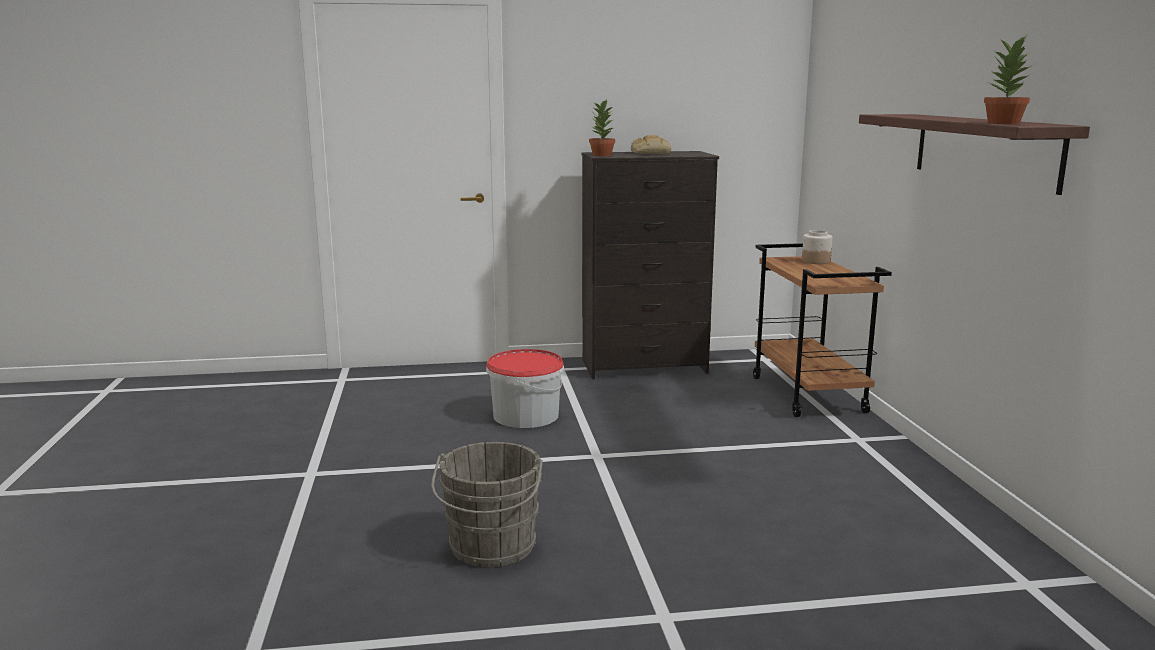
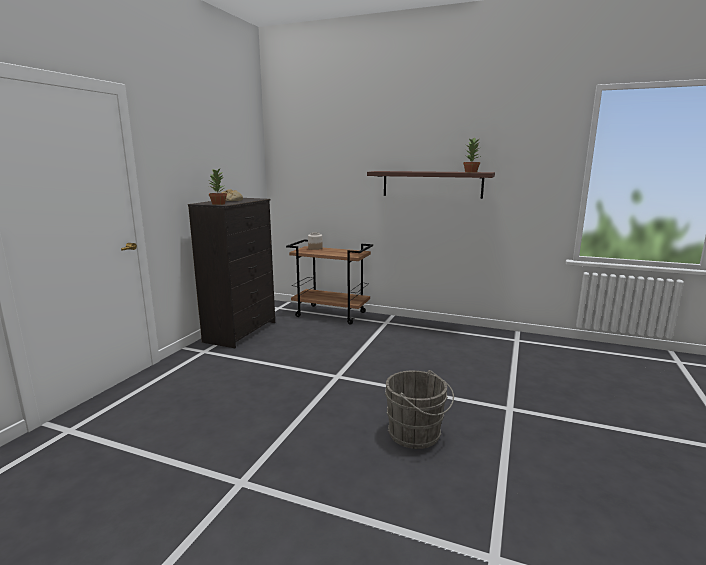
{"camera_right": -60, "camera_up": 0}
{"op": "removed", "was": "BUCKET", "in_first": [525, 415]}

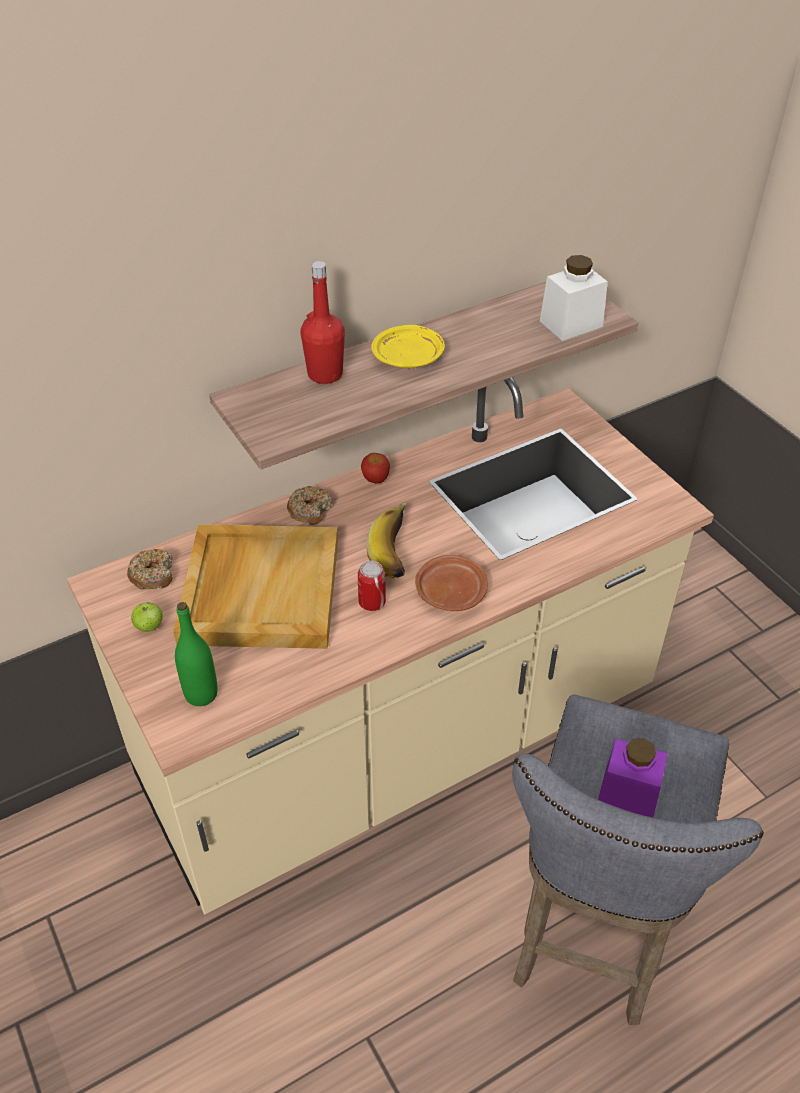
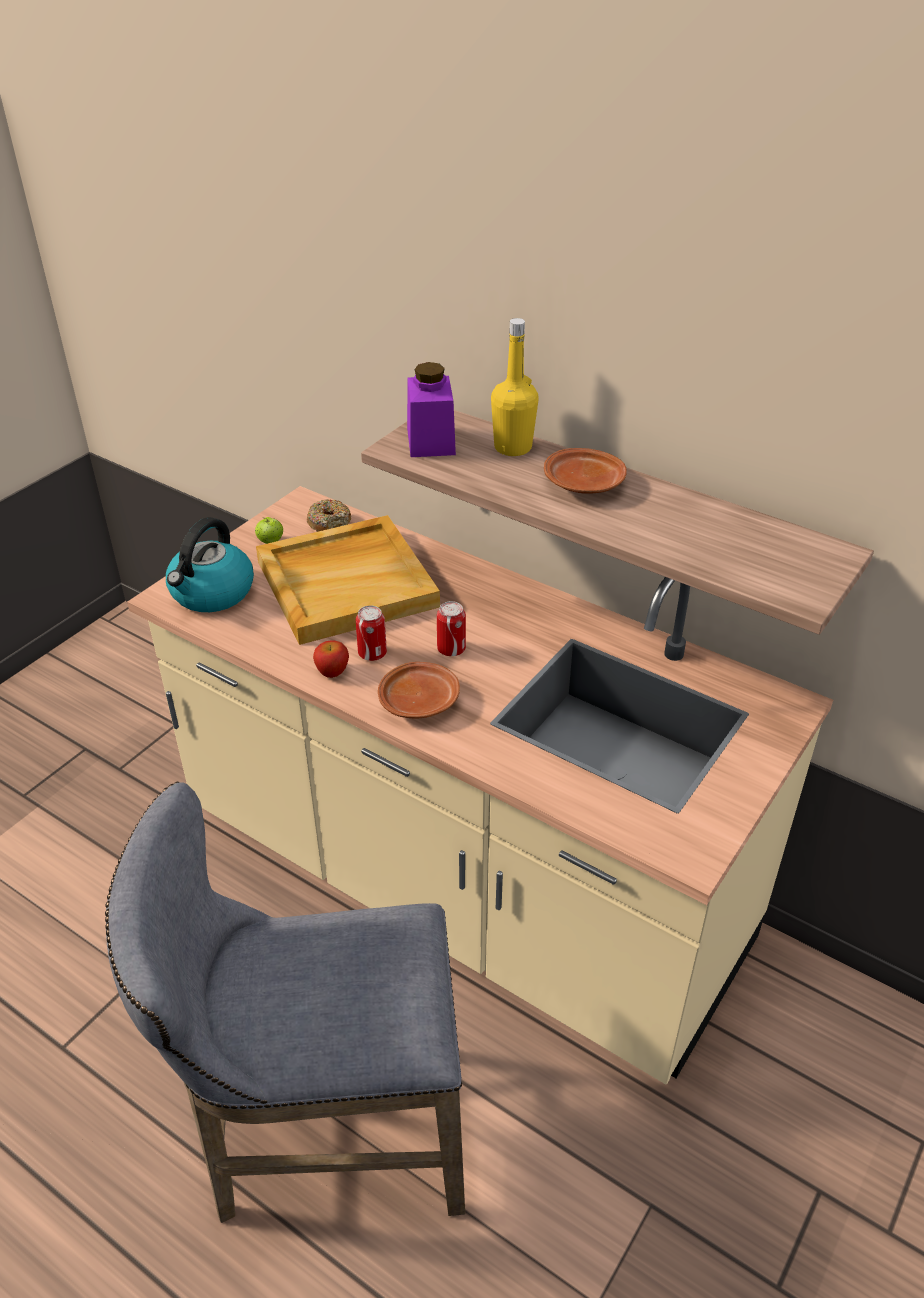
{"camera_right": 65, "camera_up": -5}
{"op": "replaced", "was": "GREEN BOTTLE", "now": "KETTLE", "in_first": [201, 694], "in_second": [212, 593]}
{"op": "moved", "was": "APPLE", "in_first": [375, 478], "in_second": [332, 671]}
{"op": "moved", "was": "PURPLE JAR", "in_first": [628, 794], "in_second": [431, 441]}
{"op": "replaced", "was": "BANANA", "now": "CAN", "in_first": [398, 552], "in_second": [451, 649]}
{"op": "recoloured", "was": "RED BOTTLE", "now": "YELLOW BOTTLE", "in_first": [325, 374], "in_second": [513, 447]}
{"op": "recoloured", "was": "YELLOW PLATE", "now": "BROWN PLATE", "in_first": [408, 357], "in_second": [584, 484]}
{"op": "removed", "was": "DONUT", "in_first": [310, 510]}
{"op": "removed", "was": "WHITE JAR", "in_first": [571, 324]}

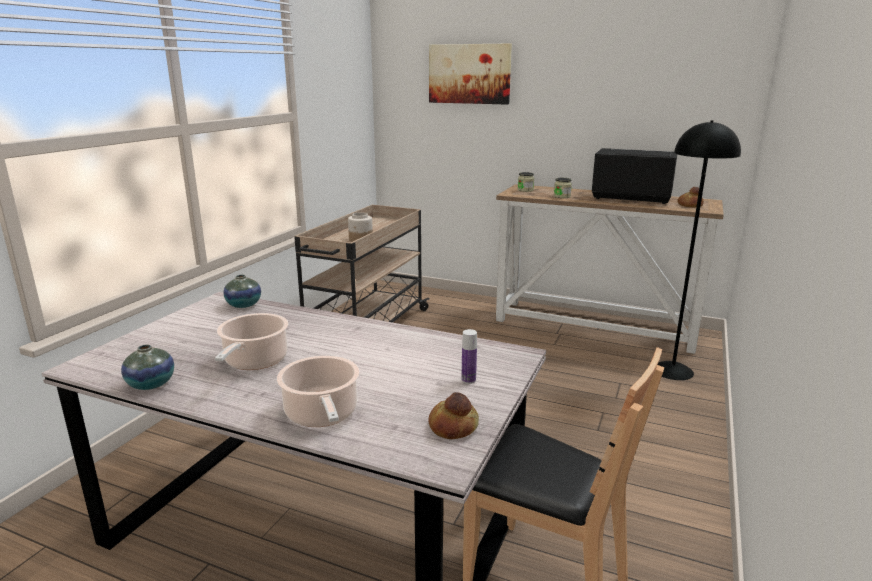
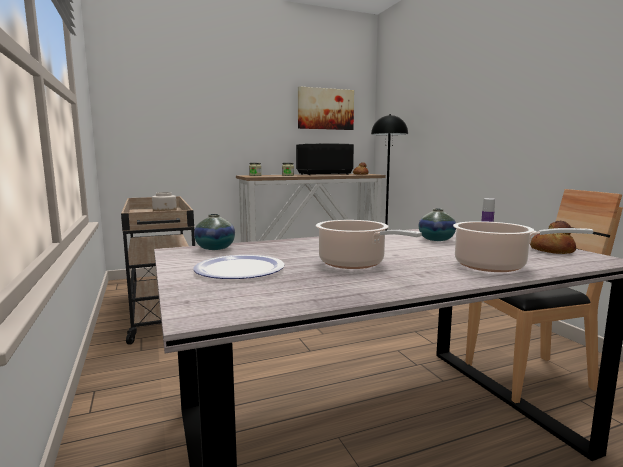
{"camera_right": -45, "camera_up": -10}
{"op": "added", "now": "PLATE", "in_second": [240, 269]}
{"op": "moved", "was": "PICTURE", "in_first": [469, 74], "in_second": [325, 109]}
{"op": "moved", "was": "VASE", "in_first": [151, 384], "in_second": [436, 239]}

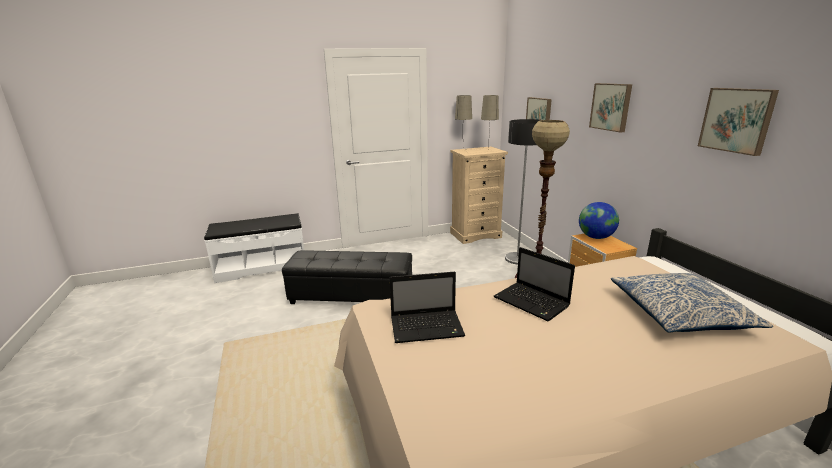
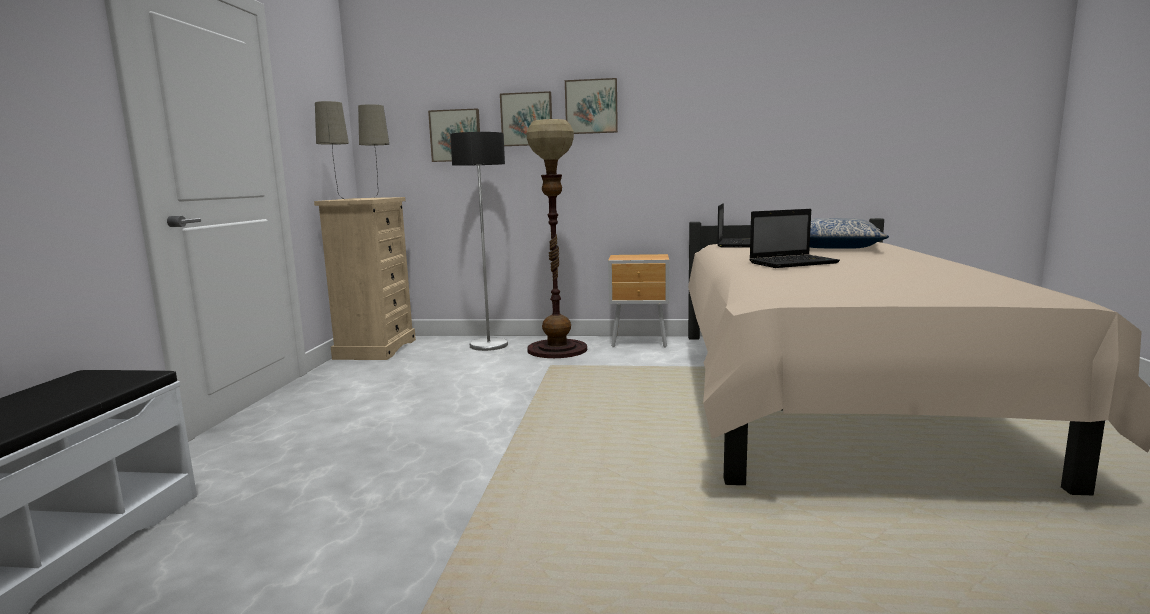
{"camera_right": -65, "camera_up": -10}
{"op": "moved", "was": "PICTURE", "in_first": [737, 120], "in_second": [527, 119]}
{"op": "moved", "was": "LAPTOP", "in_first": [428, 327], "in_second": [737, 244]}
{"op": "removed", "was": "BLACK OTTOMAN", "in_first": [352, 295]}
{"op": "removed", "was": "GLOBE", "in_first": [596, 237]}

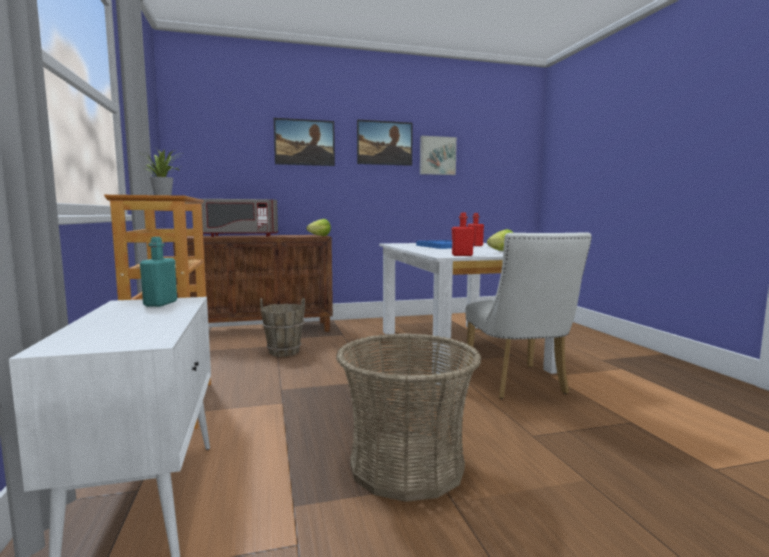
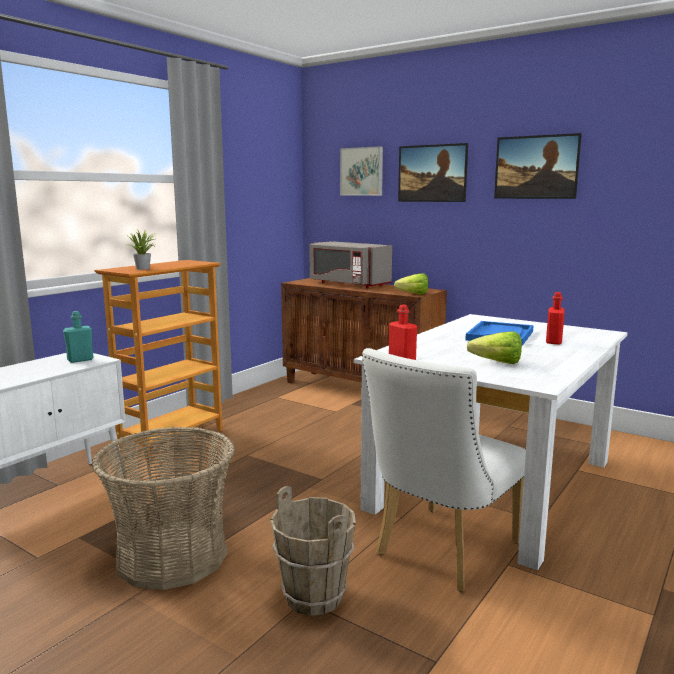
{"camera_right": 50, "camera_up": 5}
{"op": "moved", "was": "BROWN BUCKET", "in_first": [284, 352], "in_second": [314, 596]}
{"op": "moved", "was": "PICTURE", "in_first": [437, 156], "in_second": [362, 171]}

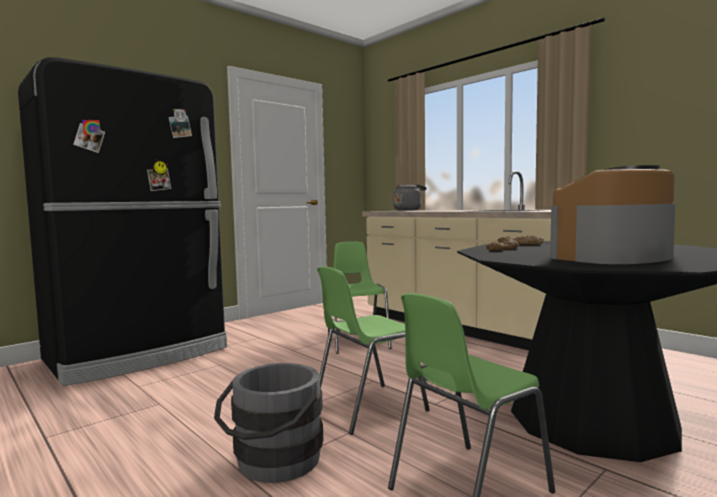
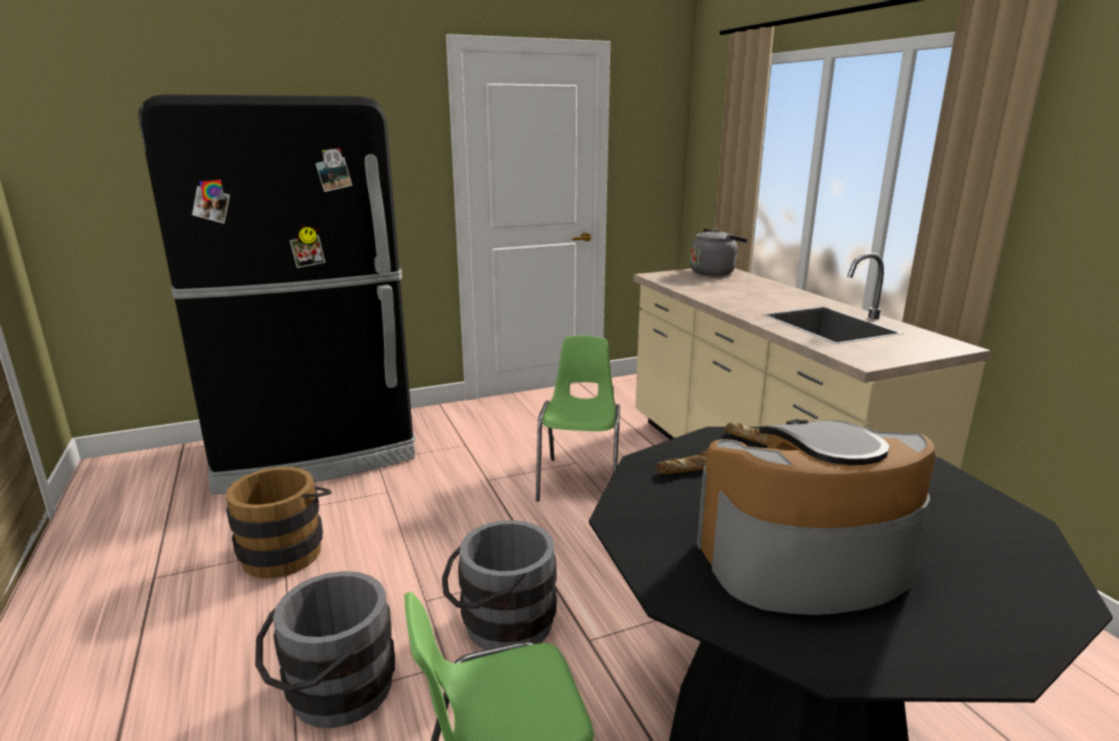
{"camera_right": 20, "camera_up": 15}
{"op": "added", "now": "BROWN BUCKET", "in_second": [286, 549]}
{"op": "replaced", "was": "GREEN CHAIR", "now": "GREY BUCKET", "in_first": [368, 408], "in_second": [500, 624]}

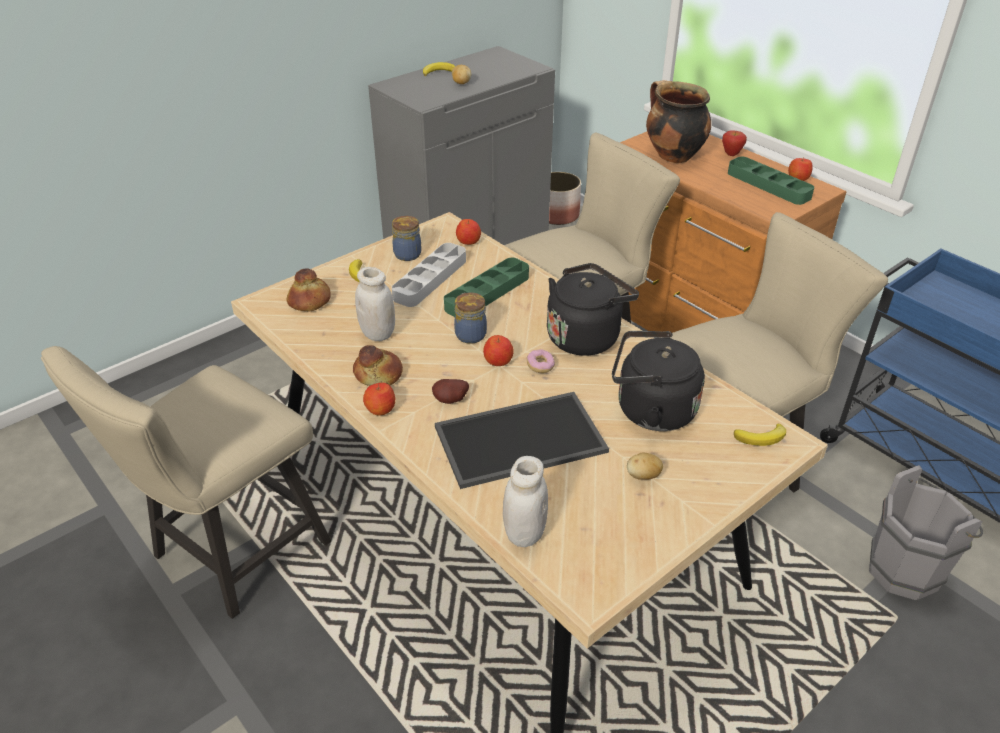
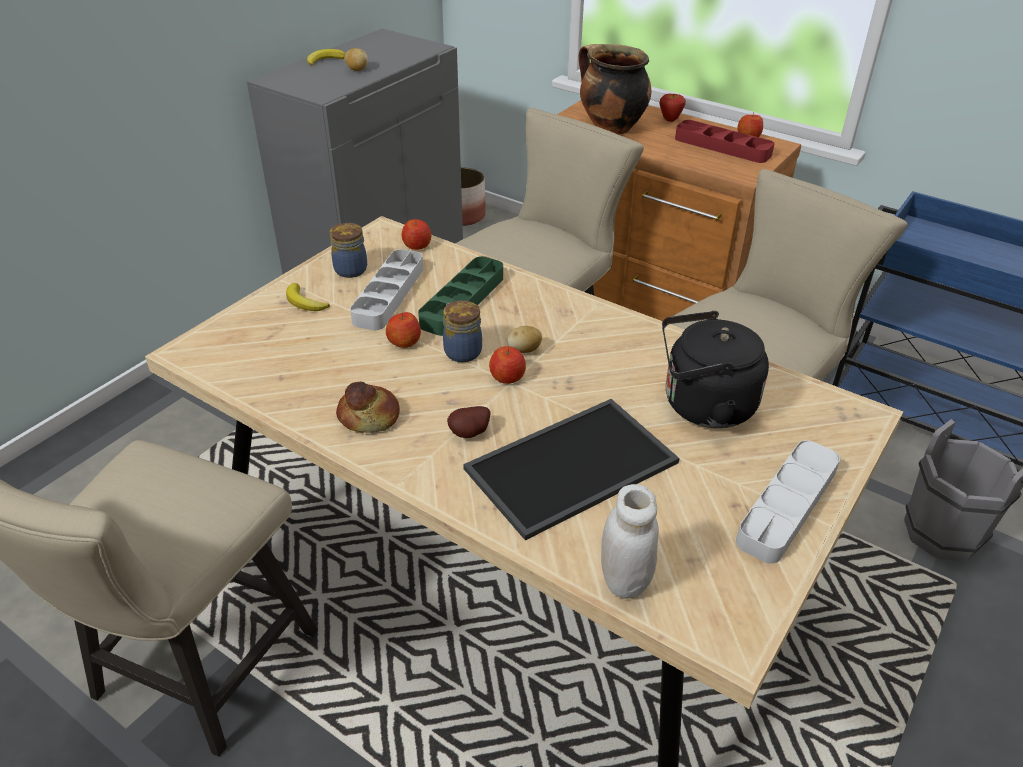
{"camera_right": -15, "camera_up": 0}
{"op": "moved", "was": "APPLE", "in_first": [380, 409], "in_second": [404, 342]}
{"op": "moved", "was": "POTATO", "in_first": [643, 476], "in_second": [524, 350]}
{"op": "recoloured", "was": "GREEN TRAY", "now": "RED TRAY", "in_first": [768, 185], "in_second": [722, 146]}
{"op": "added", "now": "GREY TRAY", "in_second": [787, 505]}
{"op": "removed", "was": "BREAD", "in_first": [310, 301]}
{"op": "removed", "was": "WHITE JAR", "in_first": [378, 333]}
{"op": "removed", "was": "DONUT", "in_first": [540, 366]}
{"op": "removed", "was": "BLACK KETTLE", "in_first": [585, 336]}
{"op": "removed", "was": "BANANA", "in_first": [761, 438]}

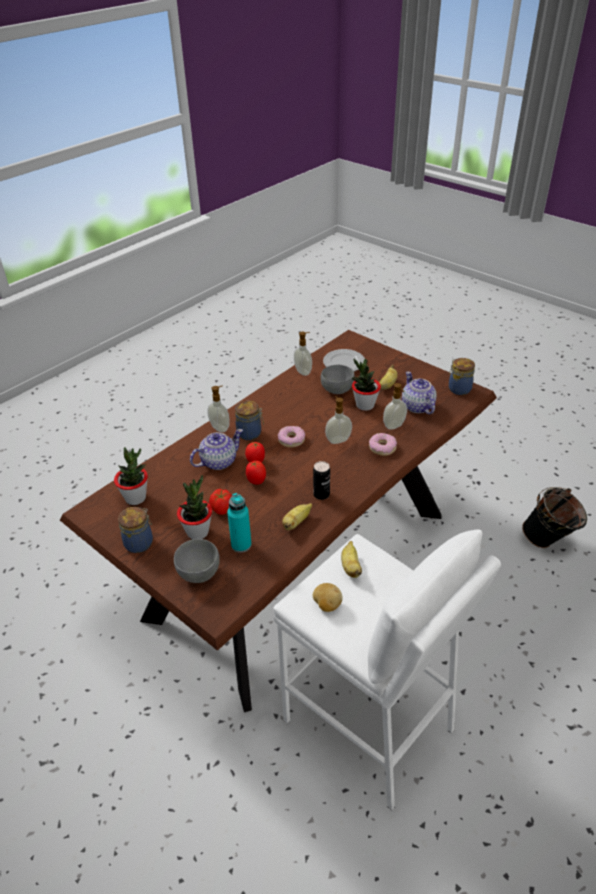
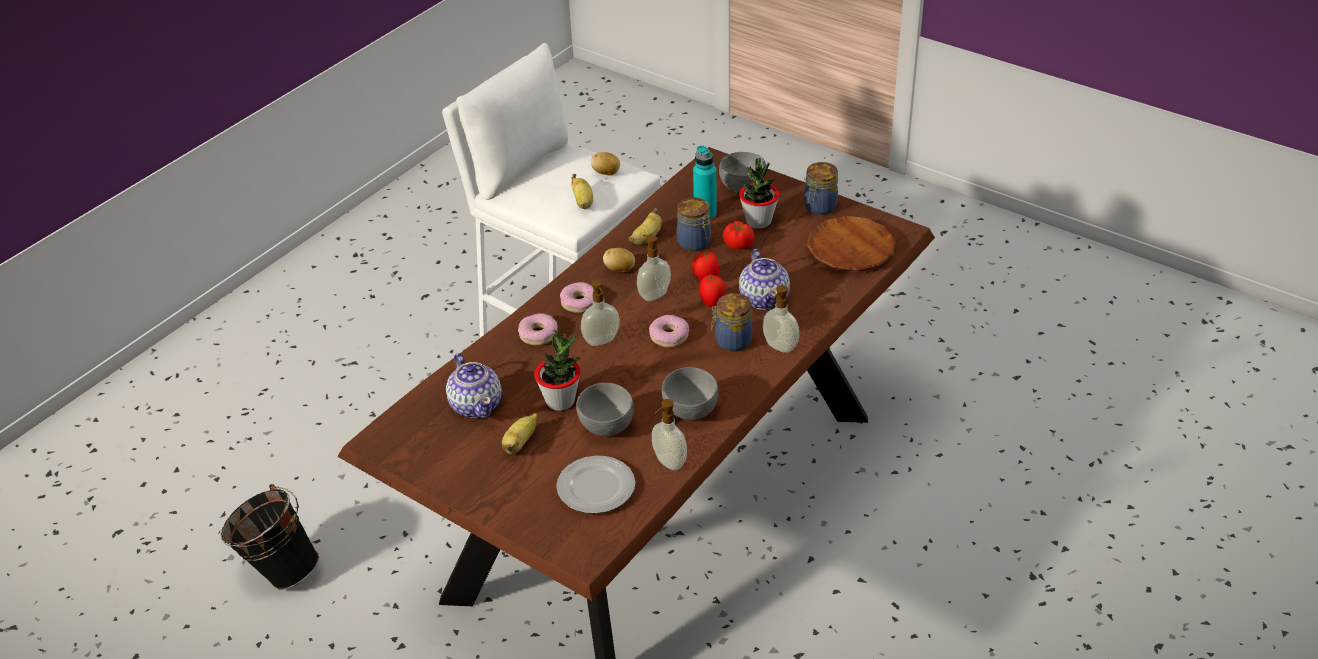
{"camera_right": 175, "camera_up": 0}
{"op": "added", "now": "DONUT", "in_second": [580, 302]}
{"op": "replaced", "was": "CAN", "now": "POTATO", "in_first": [321, 494], "in_second": [620, 270]}
{"op": "moved", "was": "SOAP DISPENSER", "in_first": [394, 426], "in_second": [653, 295]}
{"op": "added", "now": "GREY BOWL", "in_second": [690, 410]}
{"op": "moved", "was": "JAR", "in_first": [458, 388], "in_second": [695, 243]}
{"op": "turned", "was": "TEAPOT", "in_first": [218, 462], "in_second": [764, 299], "clockwise": -60}
{"op": "replaced", "was": "POTTED PLANT", "now": "BROWN PLATE", "in_first": [135, 498], "in_second": [850, 249]}

